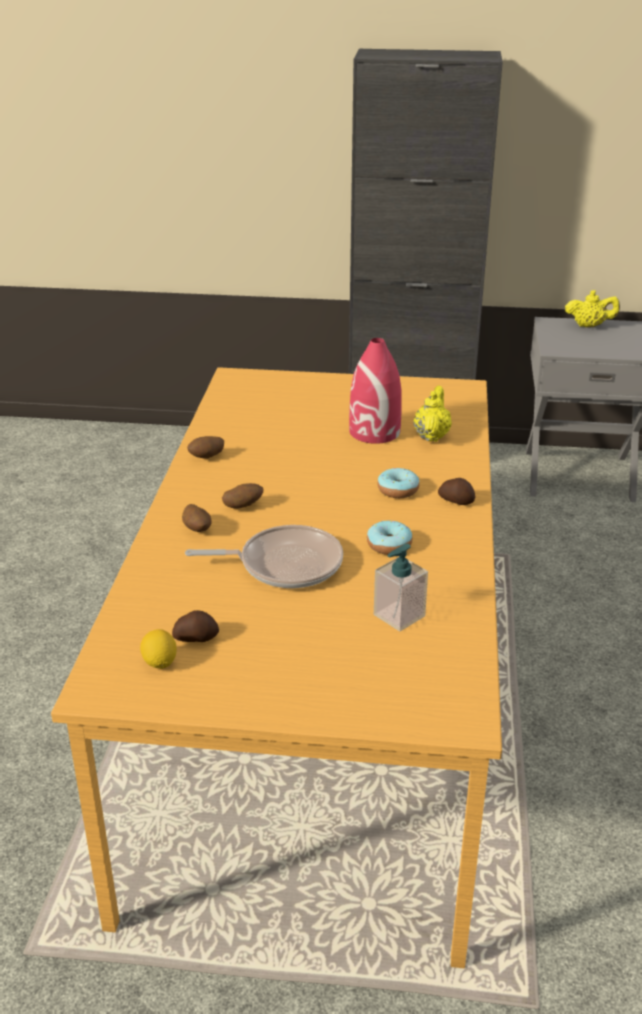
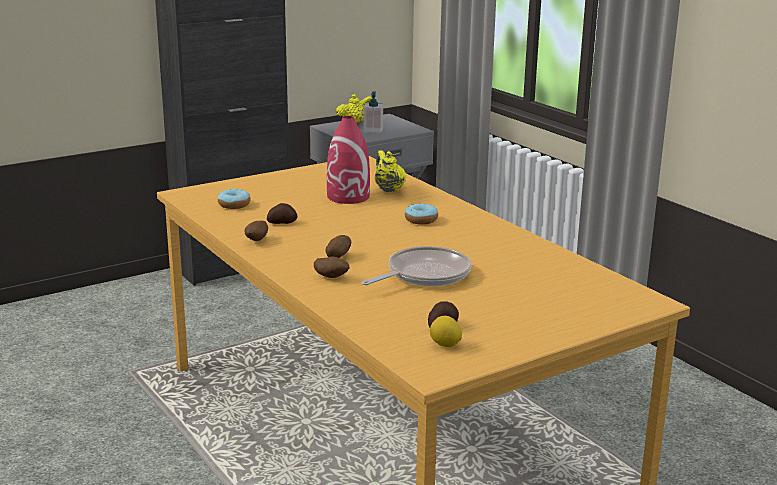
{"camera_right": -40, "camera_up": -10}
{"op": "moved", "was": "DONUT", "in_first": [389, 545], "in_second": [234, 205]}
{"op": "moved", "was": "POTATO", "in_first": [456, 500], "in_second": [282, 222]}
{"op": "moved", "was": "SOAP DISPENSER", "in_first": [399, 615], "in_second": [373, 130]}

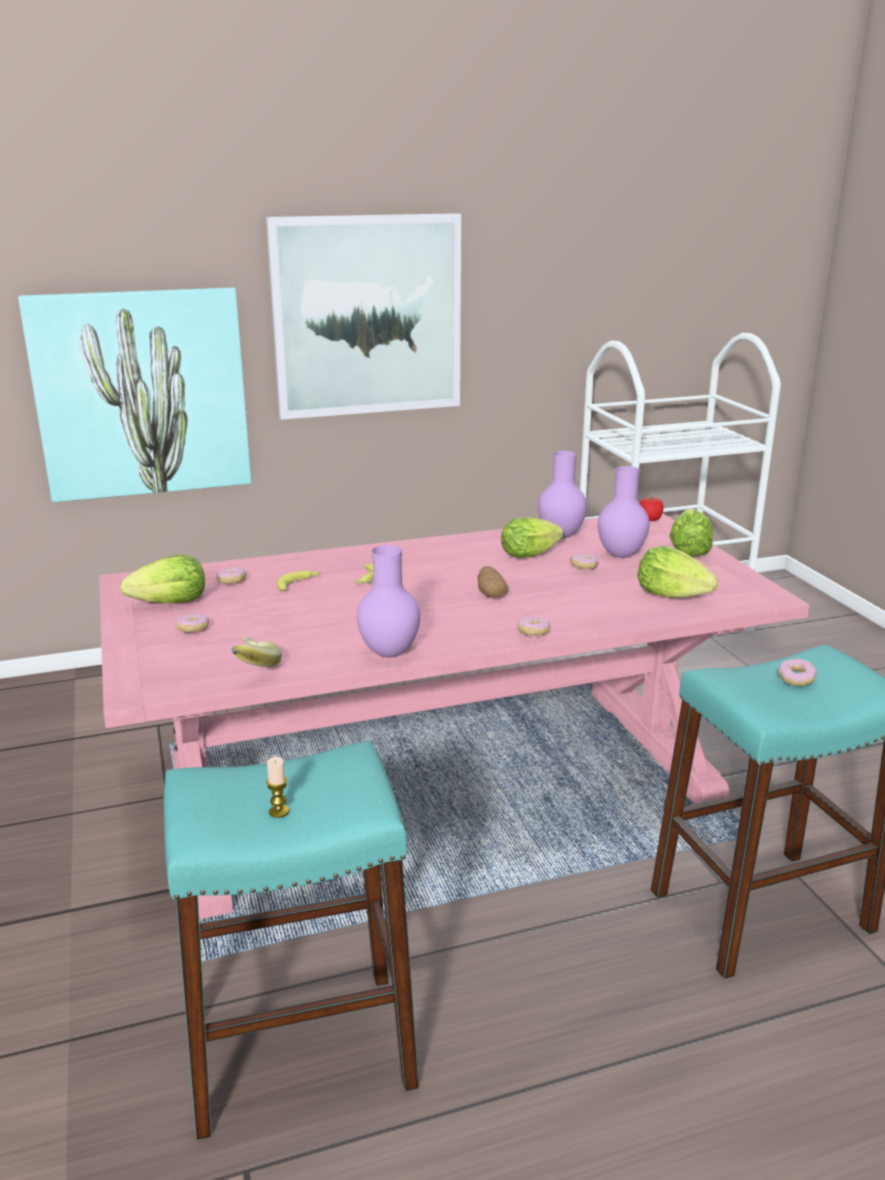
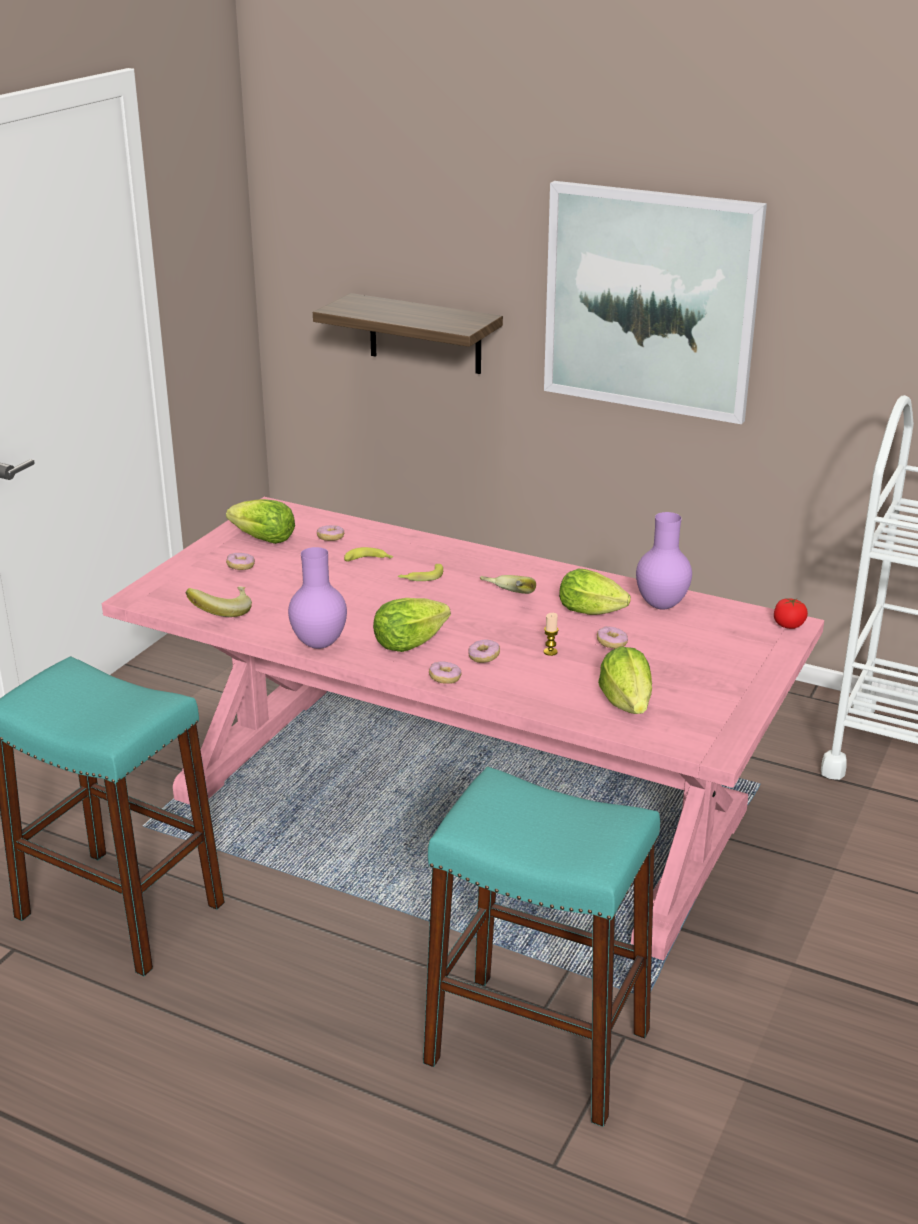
{"camera_right": 45, "camera_up": 5}
{"op": "replaced", "was": "PICTURE", "now": "SHELF", "in_first": [142, 394], "in_second": [425, 334]}
{"op": "moved", "was": "LETTUCE", "in_first": [689, 550], "in_second": [408, 643]}
{"op": "moved", "was": "DONUT", "in_first": [795, 679], "in_second": [484, 657]}
{"op": "added", "now": "BANANA", "in_second": [505, 599]}
{"op": "moved", "was": "CANDLE", "in_first": [279, 811], "in_second": [550, 652]}
{"op": "removed", "was": "POTATO", "in_first": [491, 594]}
{"op": "removed", "was": "PURPLE VASE", "in_first": [621, 554]}

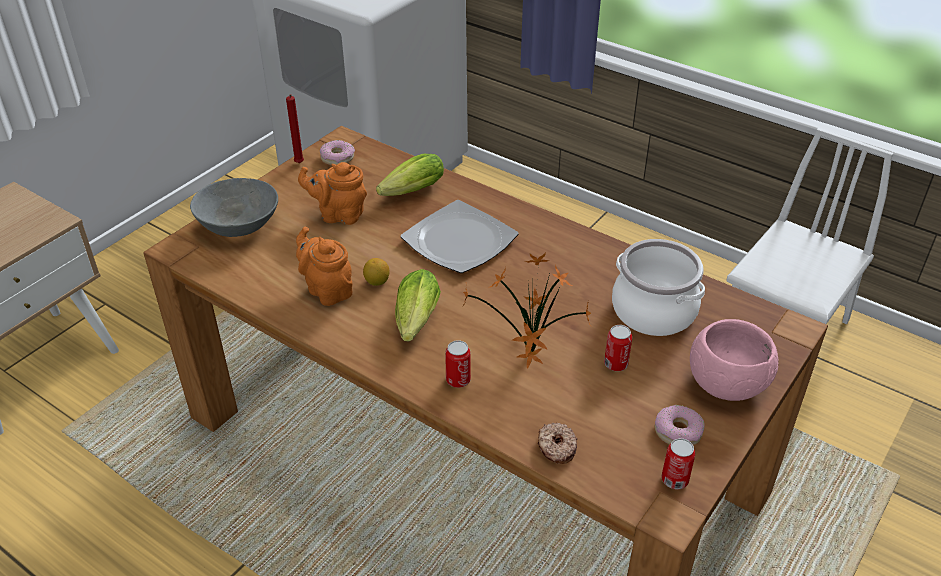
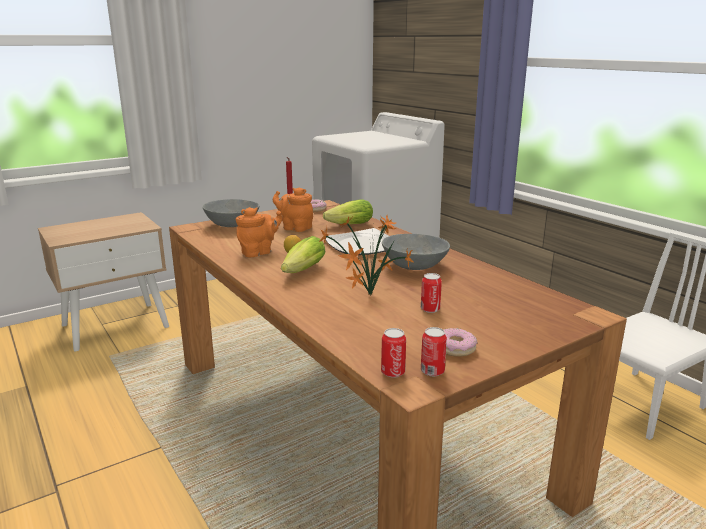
{"camera_right": 20, "camera_up": -20}
{"op": "turned", "was": "ORANGE TEAPOT", "in_first": [327, 290], "in_second": [259, 252], "clockwise": 75}
{"op": "moved", "was": "CAN", "in_first": [458, 380], "in_second": [393, 372]}
{"op": "added", "now": "GREY BOWL", "in_second": [414, 266]}
{"op": "removed", "was": "DONUT", "in_first": [556, 448]}
{"op": "removed", "was": "COOKING POT", "in_first": [653, 311]}
{"op": "removed", "was": "PINK BOWL", "in_first": [727, 383]}

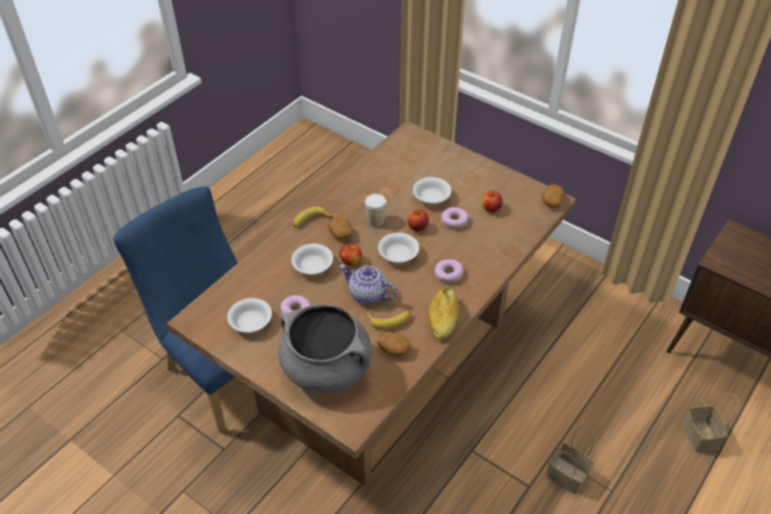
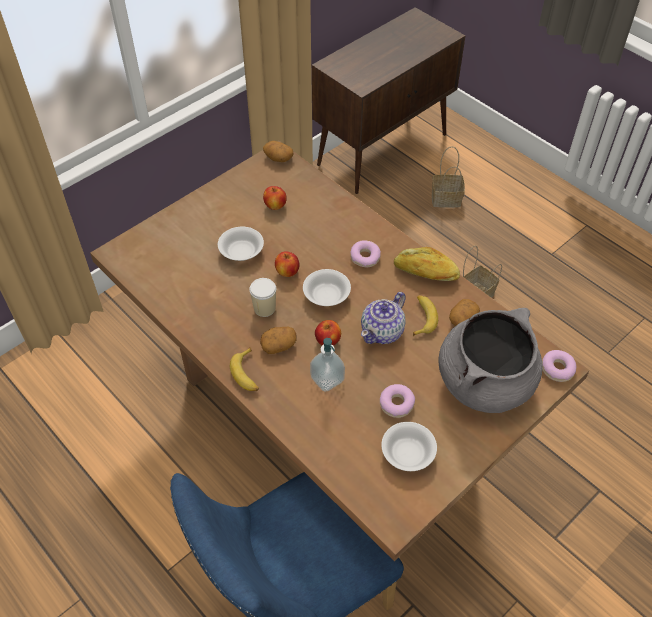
{"camera_right": -80, "camera_up": 5}
{"op": "replaced", "was": "WHITE BOWL", "now": "SOAP DISPENSER", "in_first": [313, 266], "in_second": [327, 379]}
{"op": "moved", "was": "DONUT", "in_first": [454, 221], "in_second": [557, 369]}

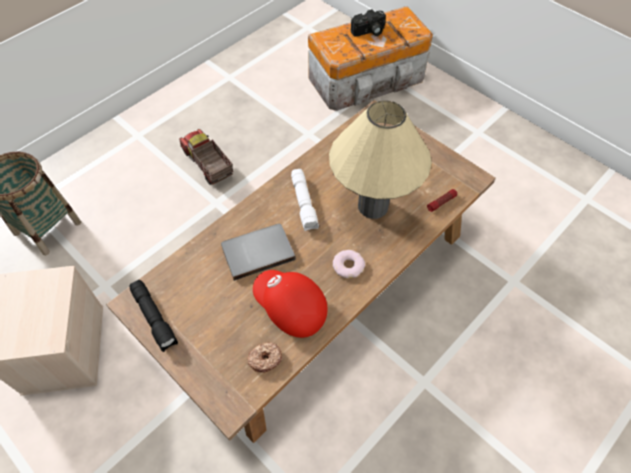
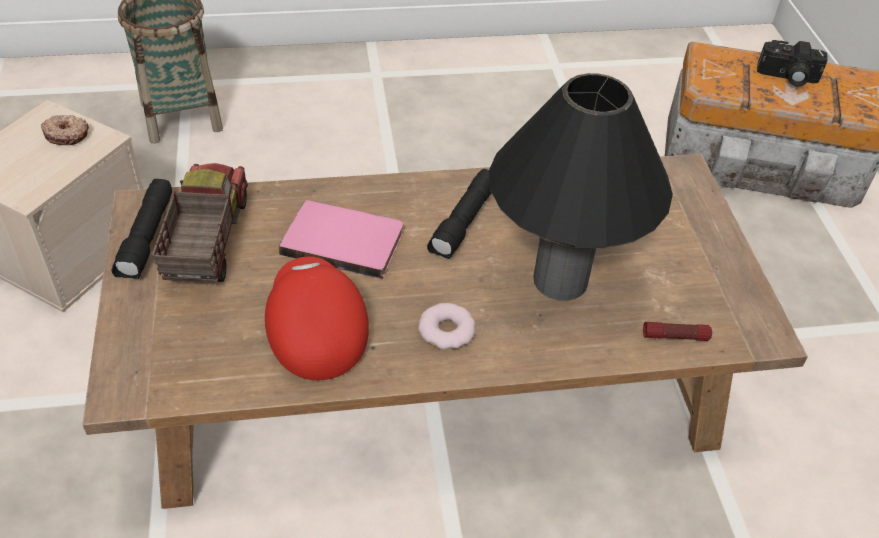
{"camera_right": 35, "camera_up": -10}
{"op": "moved", "was": "DONUT", "in_first": [265, 359], "in_second": [67, 135]}
{"op": "moved", "was": "TOY TRUCK", "in_first": [207, 165], "in_second": [206, 242]}
{"op": "recoloured", "was": "GREY BOOK", "now": "PINK BOOK", "in_first": [257, 251], "in_second": [344, 240]}
{"op": "recoloured", "was": "WHITE FLASHLIGHT", "now": "BLACK FLASHLIGHT", "in_first": [304, 204], "in_second": [464, 223]}
{"op": "recoloured", "was": "BEIGE TABLE LAMP", "now": "BLACK TABLE LAMP", "in_first": [373, 206], "in_second": [560, 280]}

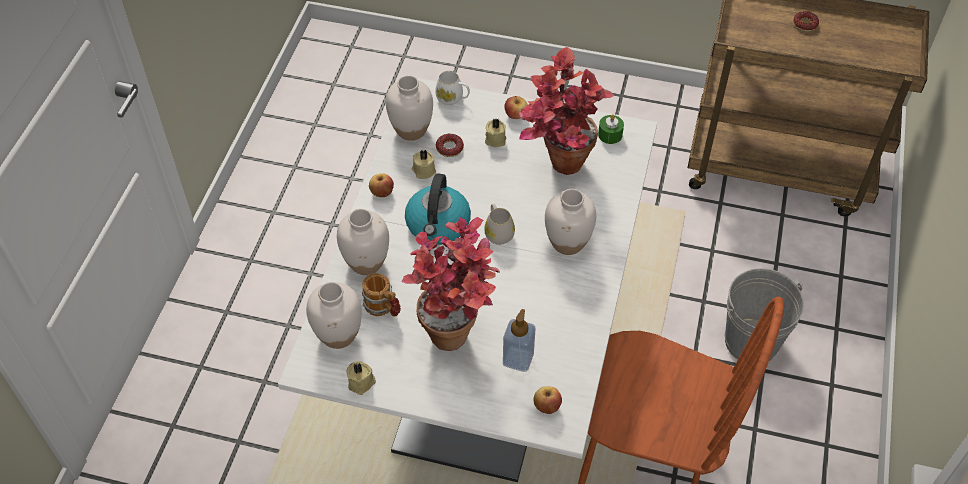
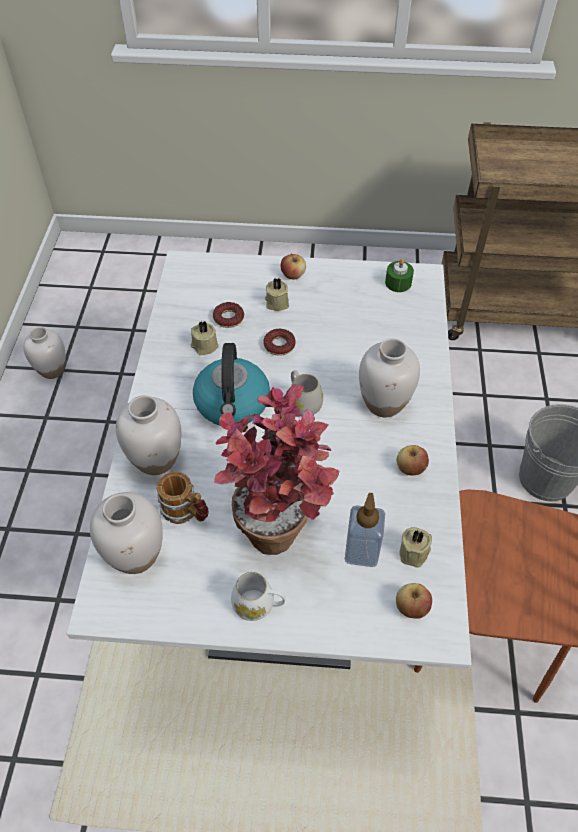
{"camera_right": -10, "camera_up": 0}
{"op": "moved", "was": "WHITE VASE", "in_first": [411, 130], "in_second": [52, 370]}
{"op": "moved", "was": "WHITE MUG", "in_first": [453, 98], "in_second": [258, 605]}
{"op": "moved", "was": "DONUT", "in_first": [805, 24], "in_second": [279, 345]}
{"op": "moved", "was": "APPLE", "in_first": [382, 192], "in_second": [410, 468]}
{"op": "moved", "was": "BEIGE CANDLE", "in_first": [362, 383], "in_second": [415, 553]}
{"op": "removed", "was": "POTTED PLANT", "in_first": [555, 168]}

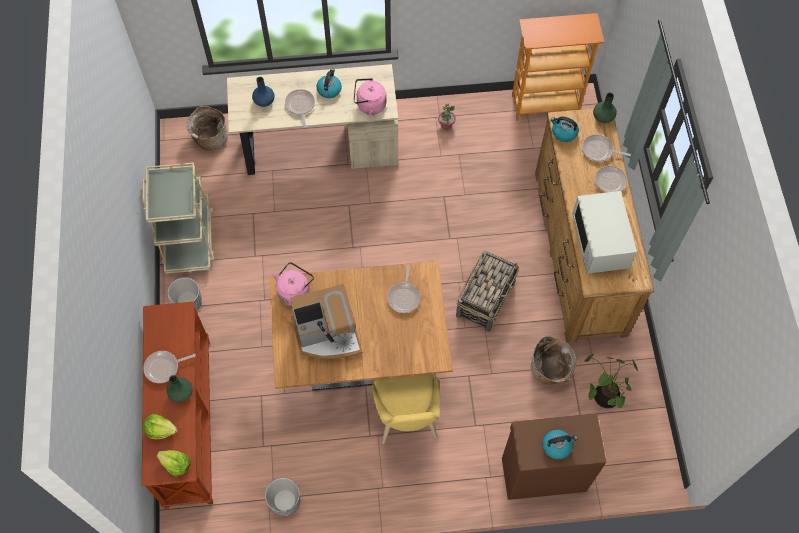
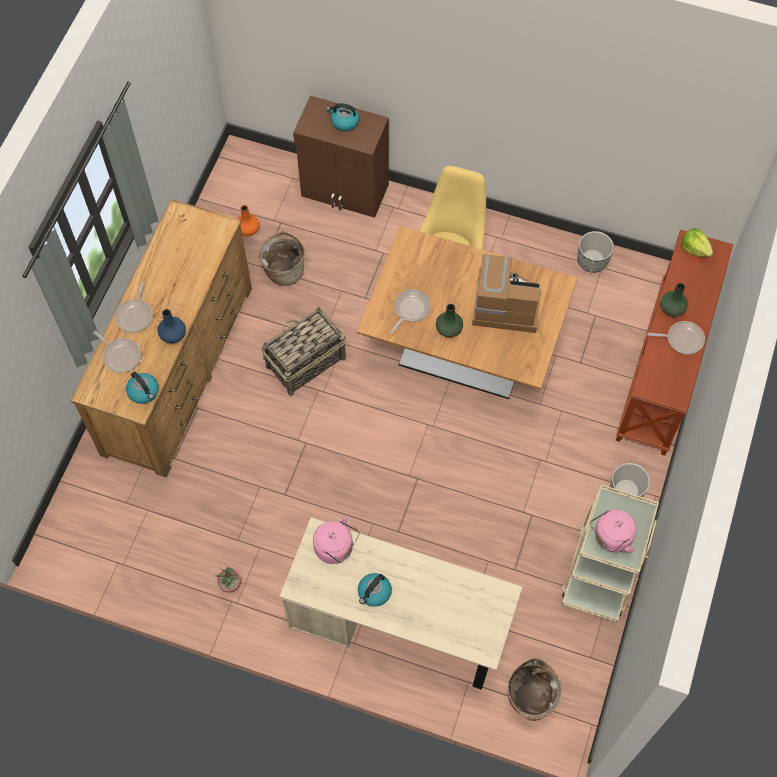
{"camera_right": -155, "camera_up": 0}
{"op": "moved", "was": "BLUE VASE", "in_first": [264, 101], "in_second": [172, 334]}
{"op": "replaced", "was": "POTTED PLANT", "now": "ORANGE VASE", "in_first": [603, 395], "in_second": [248, 229]}
{"op": "moved", "was": "GREEN VASE", "in_first": [603, 117], "in_second": [449, 329]}
{"op": "moved", "was": "PINK KETTLE", "in_first": [294, 291], "in_second": [611, 538]}
{"op": "removed", "was": "LETTUCE", "in_first": [160, 429]}
{"op": "removed", "was": "FRYING PAN", "in_first": [300, 106]}
{"op": "removed", "was": "BOOKCASE", "in_first": [545, 104]}
{"op": "removed", "was": "WHITE MICROWAVE", "in_first": [600, 242]}

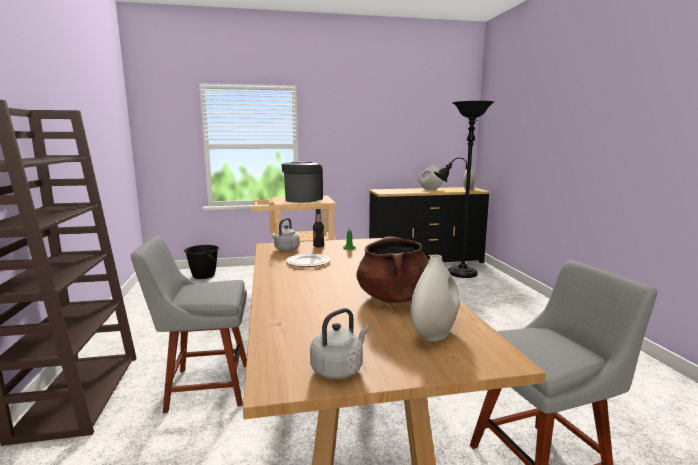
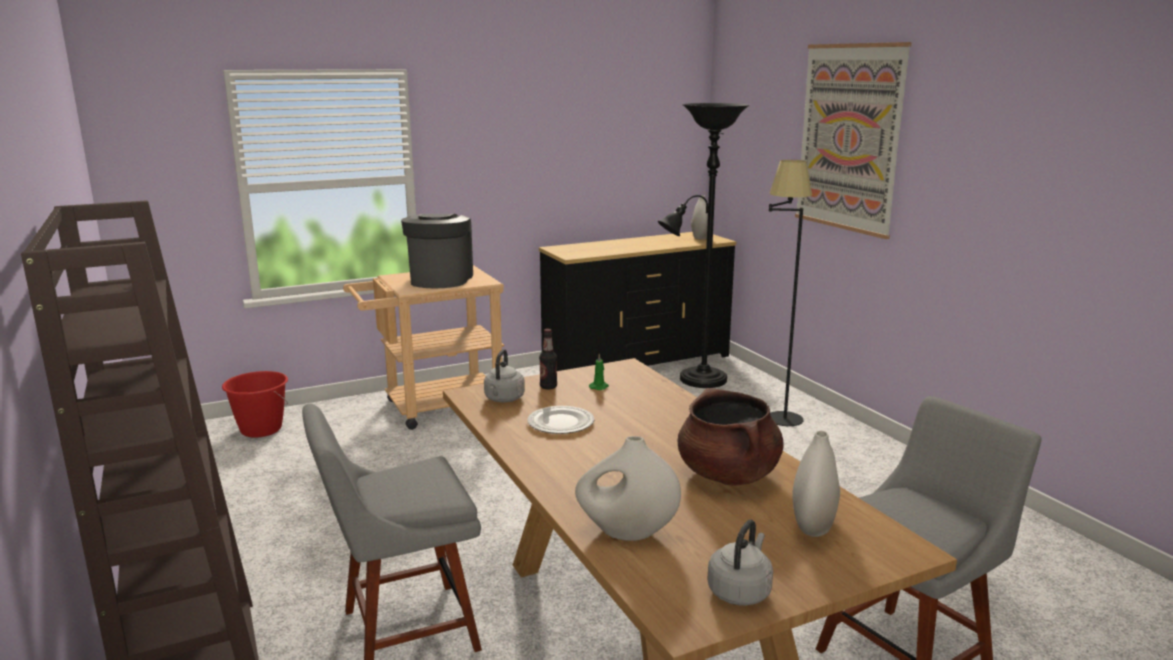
{"camera_right": -15, "camera_up": 5}
{"op": "recoloured", "was": "BLACK BUCKET", "now": "RED BUCKET", "in_first": [203, 275], "in_second": [261, 430]}
{"op": "moved", "was": "WHITE VASE", "in_first": [430, 189], "in_second": [626, 533]}
{"op": "added", "now": "BLACK FLOOR LAMP", "in_second": [778, 412]}
{"op": "added", "now": "PICTURE", "in_second": [849, 138]}

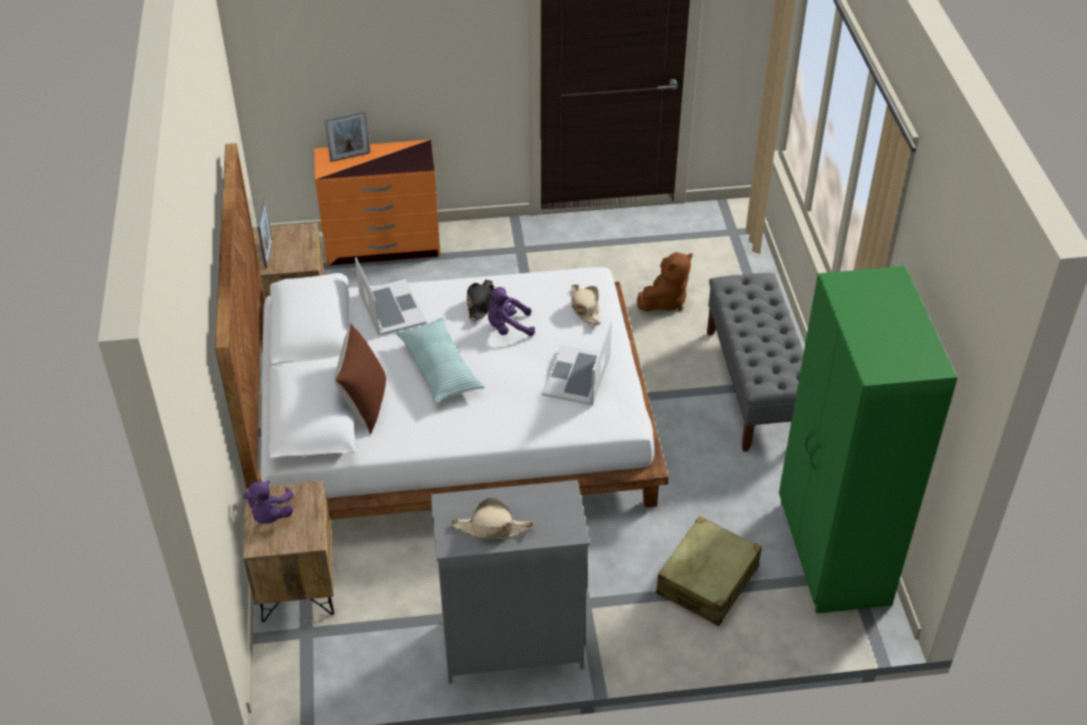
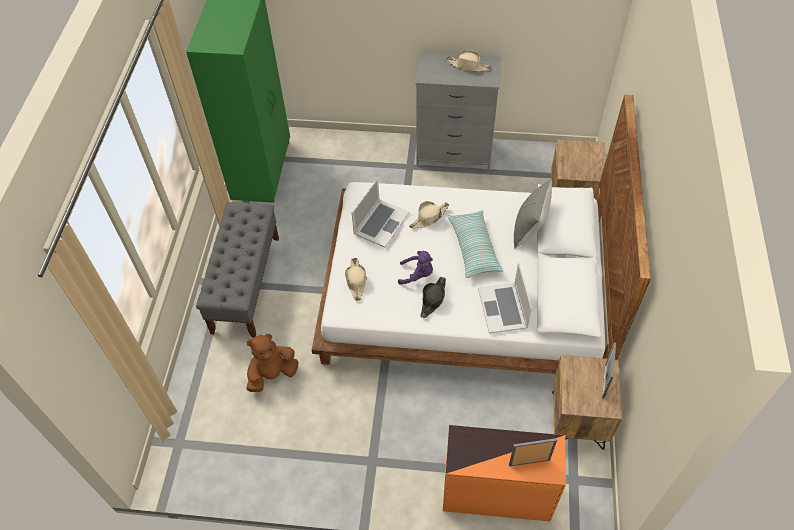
{"camera_right": -165, "camera_up": 10}
{"op": "added", "now": "BEIGE HAT", "in_second": [429, 218]}
{"op": "recoloured", "was": "BROWN PILLOW", "now": "GREY PILLOW", "in_first": [364, 405], "in_second": [529, 230]}
{"op": "removed", "was": "PURPLE PLUSH TOY", "in_first": [270, 515]}
{"op": "removed", "was": "BEIGE SUITCASE", "in_first": [707, 581]}

